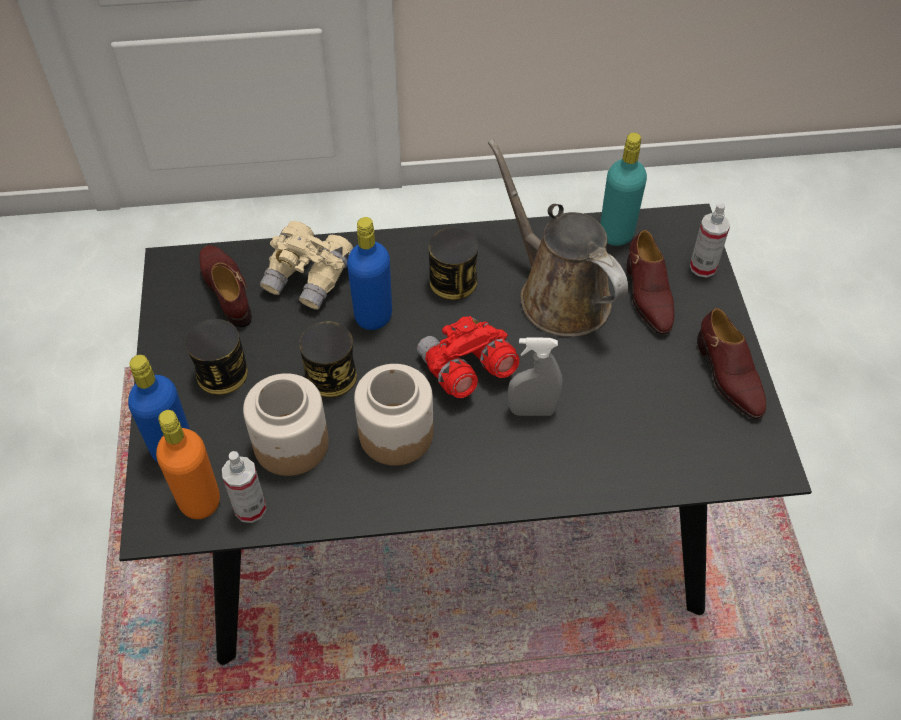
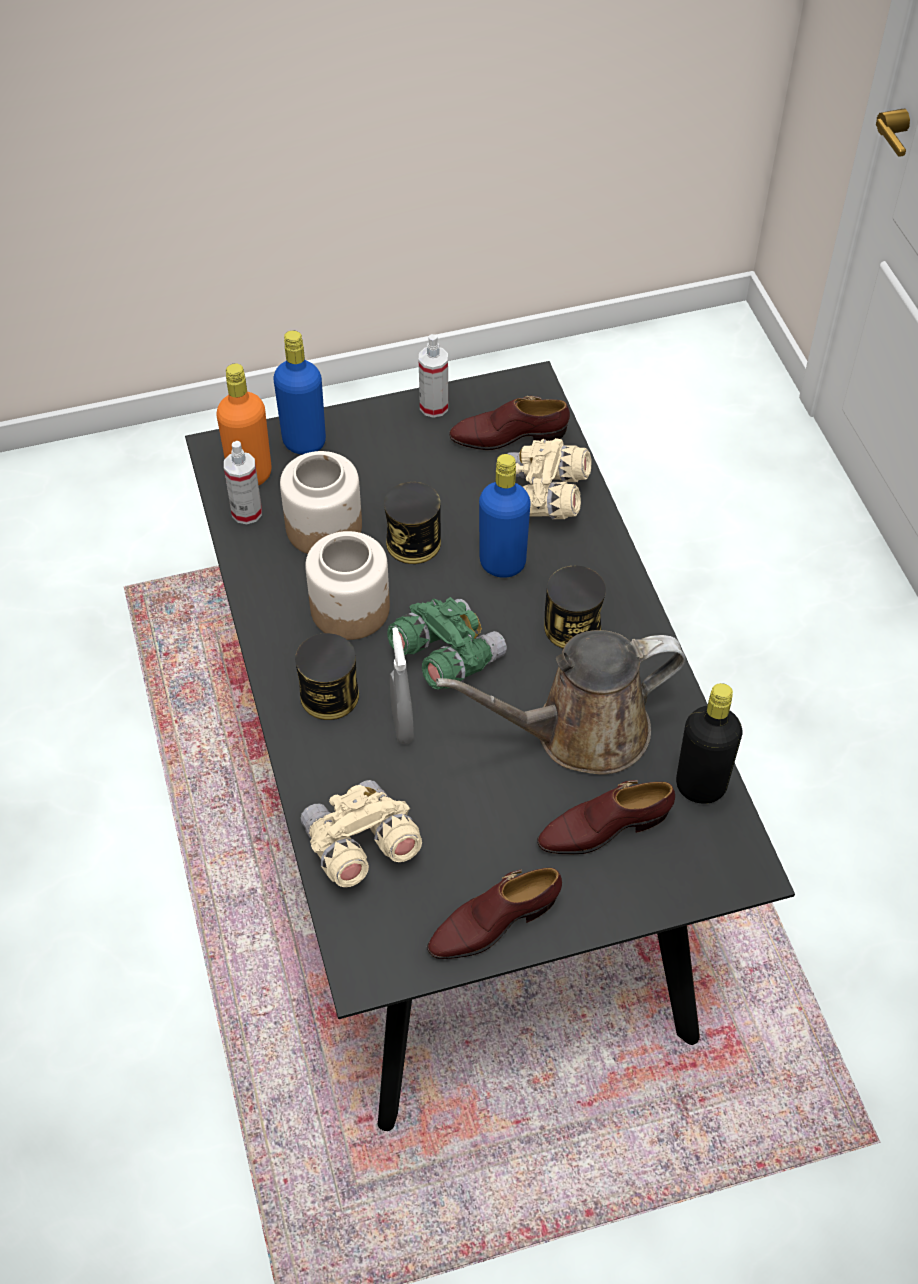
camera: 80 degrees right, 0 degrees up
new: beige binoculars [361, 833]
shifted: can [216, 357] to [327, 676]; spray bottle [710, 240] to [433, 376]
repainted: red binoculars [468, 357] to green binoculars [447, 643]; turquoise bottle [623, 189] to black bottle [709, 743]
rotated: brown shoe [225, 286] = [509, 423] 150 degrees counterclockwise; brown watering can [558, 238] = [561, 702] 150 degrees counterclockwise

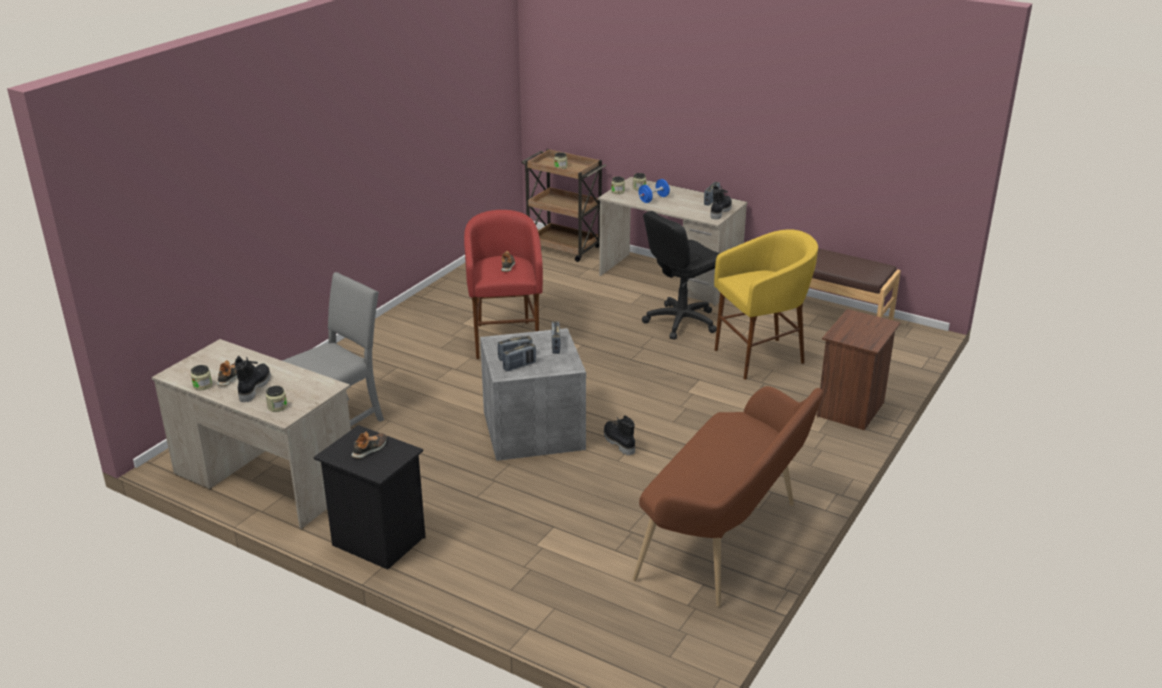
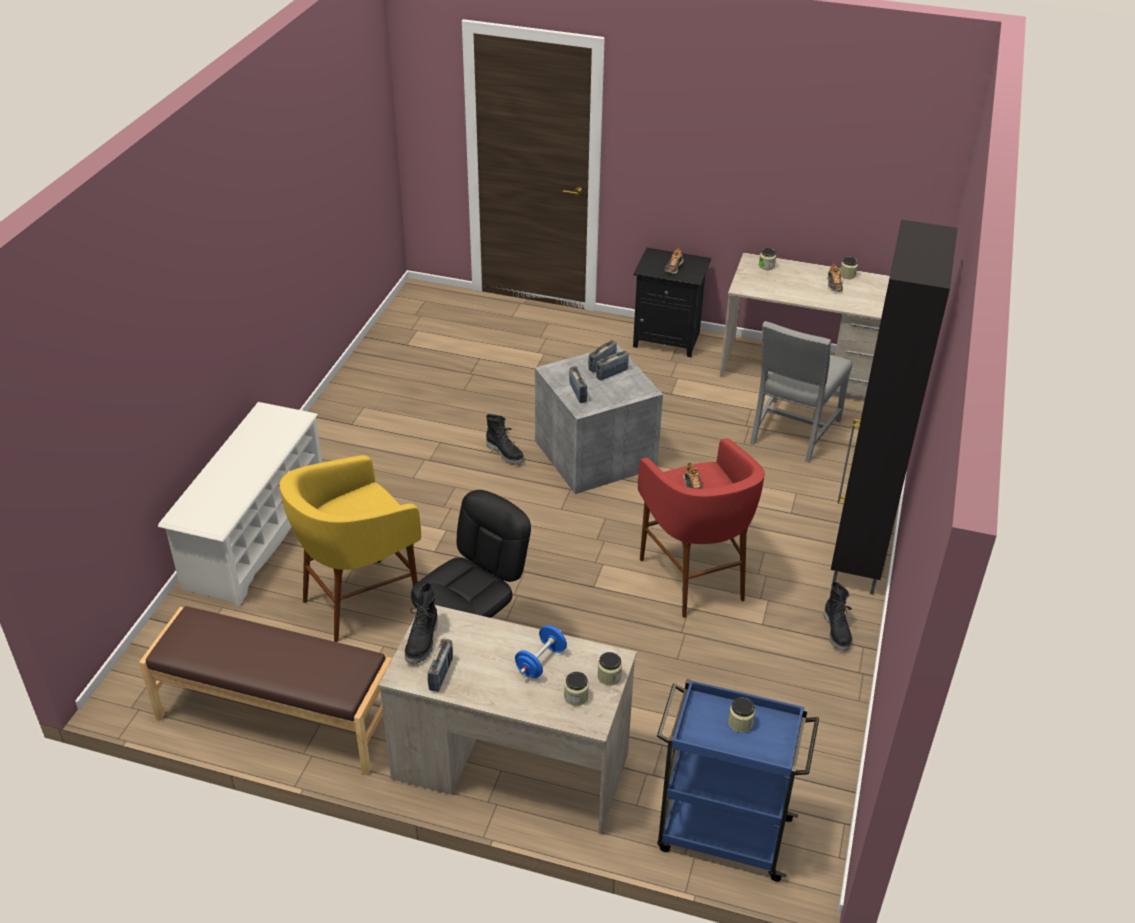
camera: 165 degrees right, 10 degrees up
gone: brown bench [728, 496]
new: black cabinet [894, 407]
shifted: black boot [253, 379] to [838, 616]
swapped: brown nightstand [859, 369] to white shoe rack [240, 504]
repainted: brown cart [564, 205] to blue cart [738, 780]

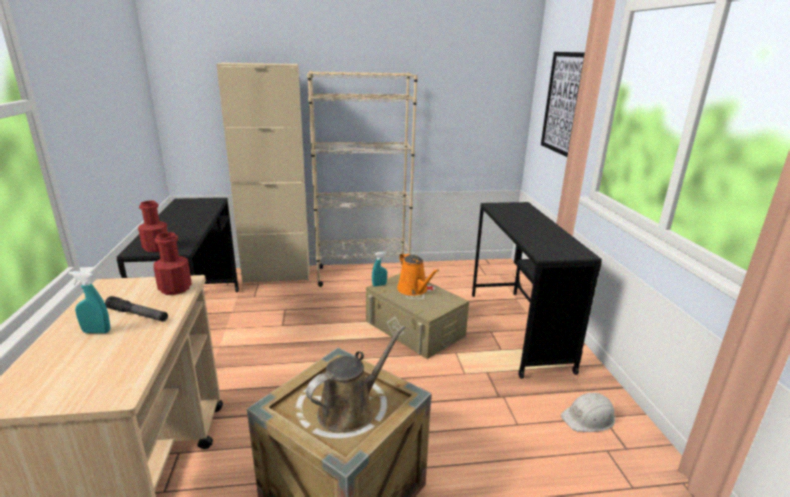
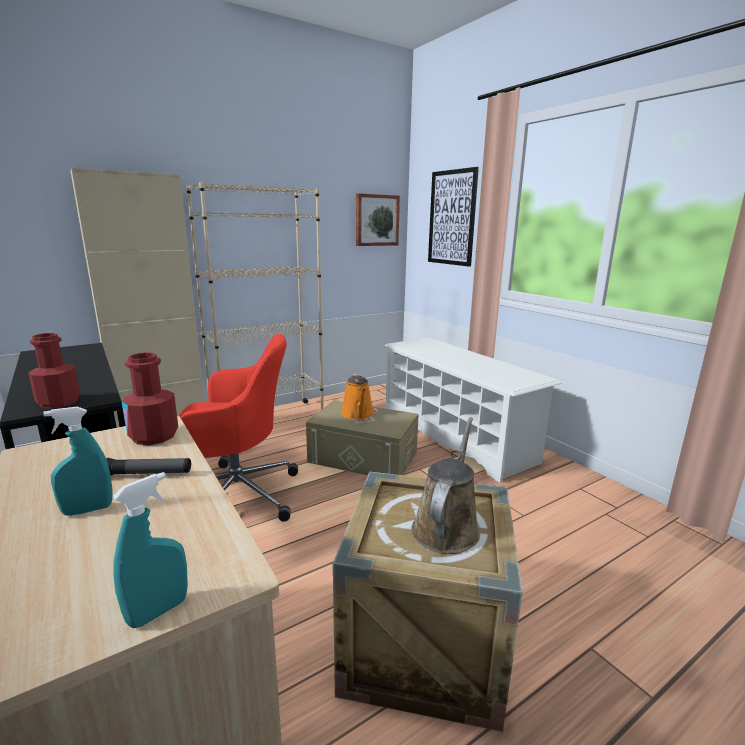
camera: 25 degrees left, 5 degrees down
gone: white hard hat [588, 412]
new: red office chair [238, 427]; picture [378, 219]
shifted: turquoise spray bottle [379, 269] to [150, 550]
swapped: black desk [537, 290] to white shoe rack [473, 410]
rotated: orange watering can [418, 274] = [357, 397] 45 degrees clockwise

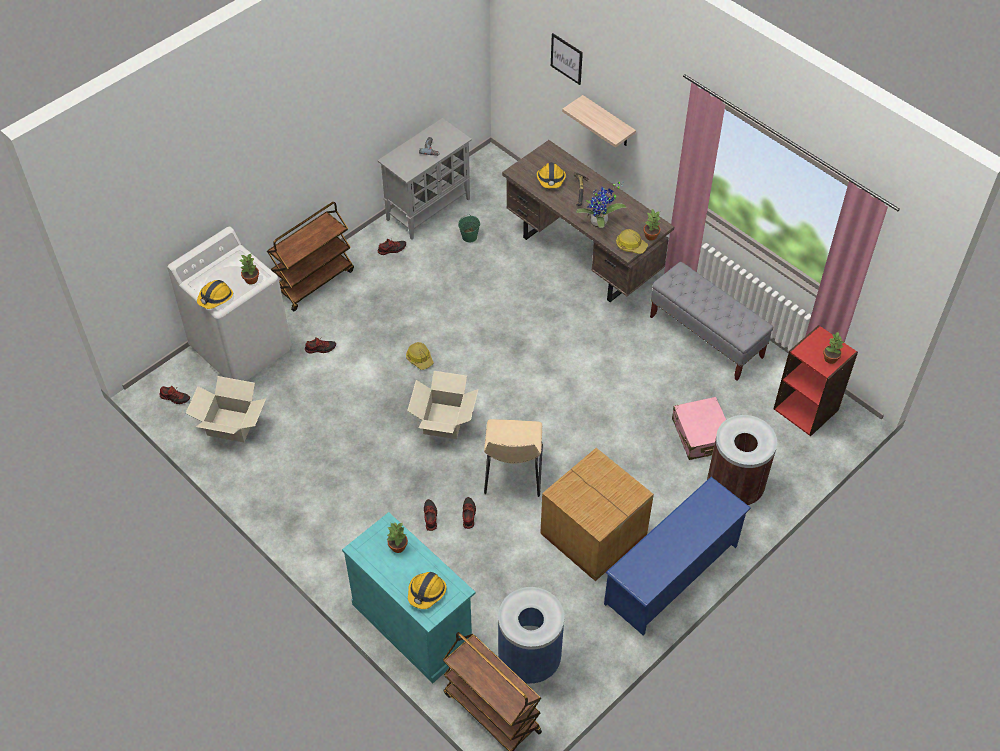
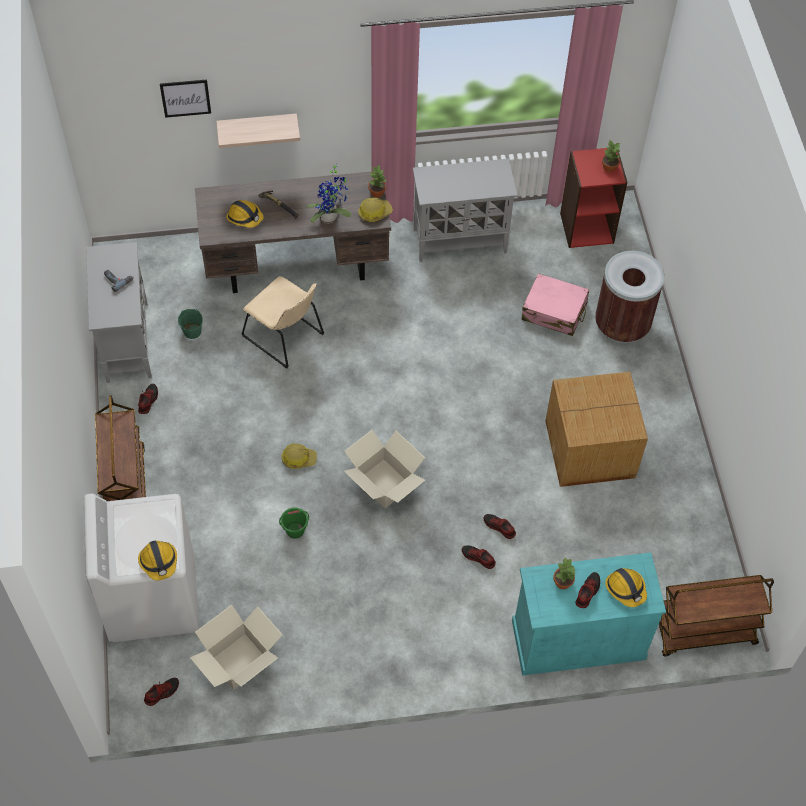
camera: 55 degrees left, 5 degrees up
gone: potted plant [249, 269]; blue trash can [531, 635]; blue shoe rack [677, 556]
new: green bucket [294, 523]
shifted: shoe [320, 345] to [588, 590]; beige chair [513, 458] to [282, 322]
swapped: grey bench [711, 321] to grey cabinet [465, 210]

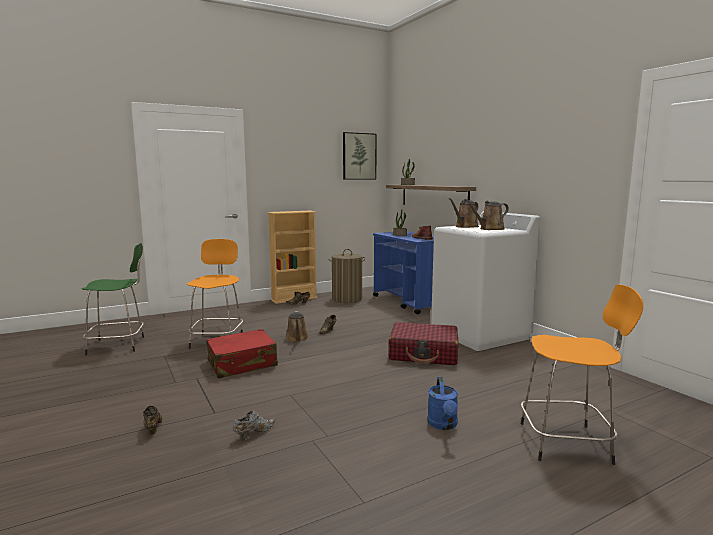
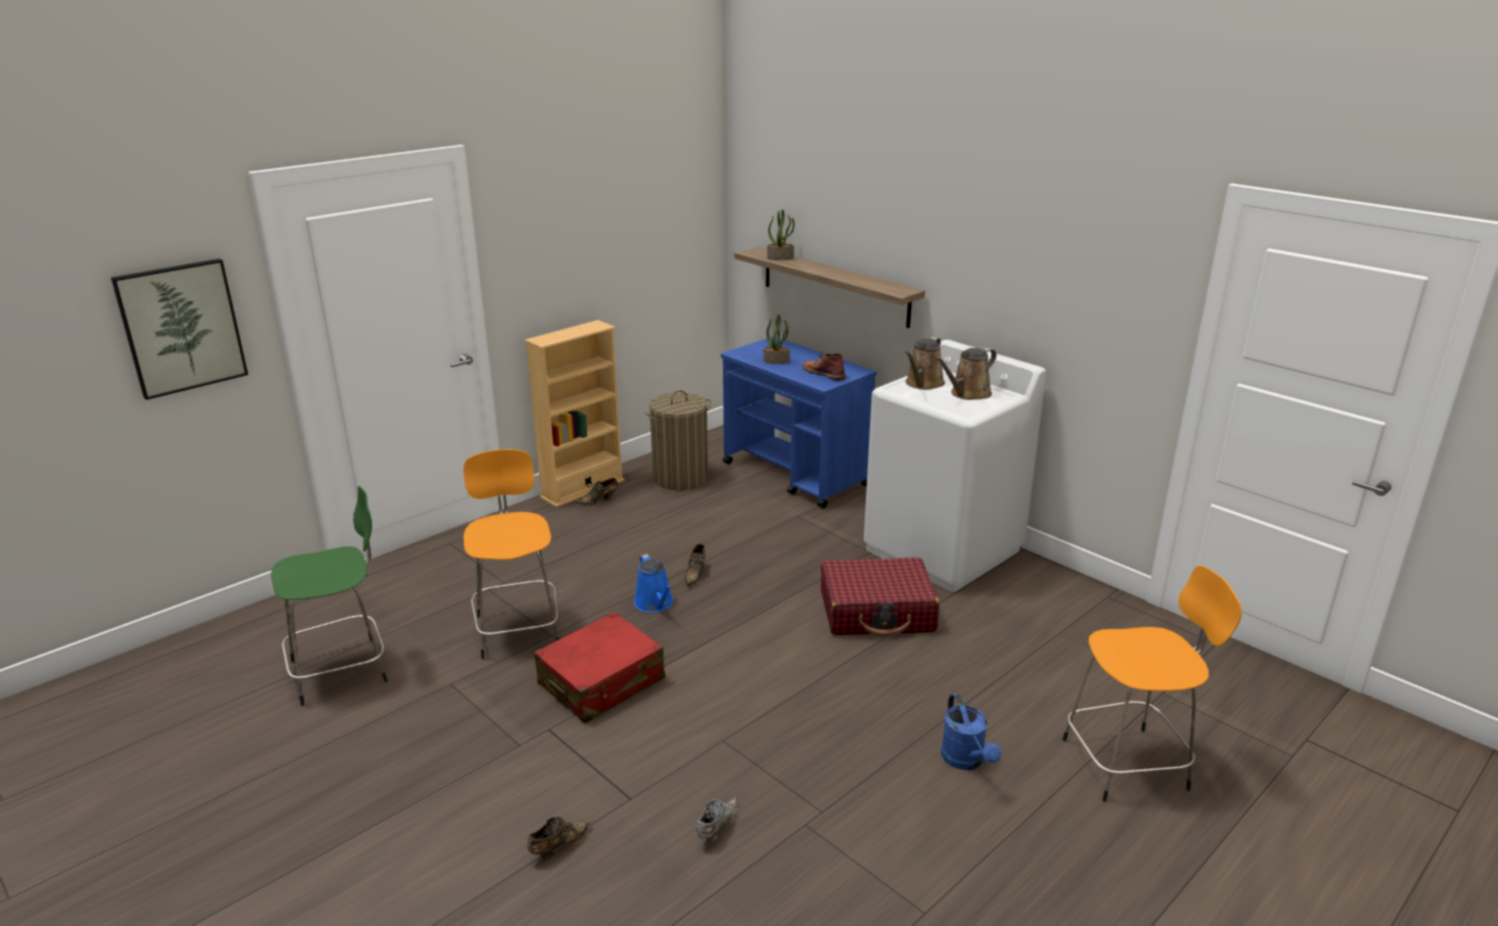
camera: 15 degrees left, 15 degrees up
shifted: picture [360, 156] to [179, 329]
repainted: brown watering can [297, 326] to blue watering can [653, 583]
rotated: brown shoe [153, 420] = [559, 838] 75 degrees clockwise

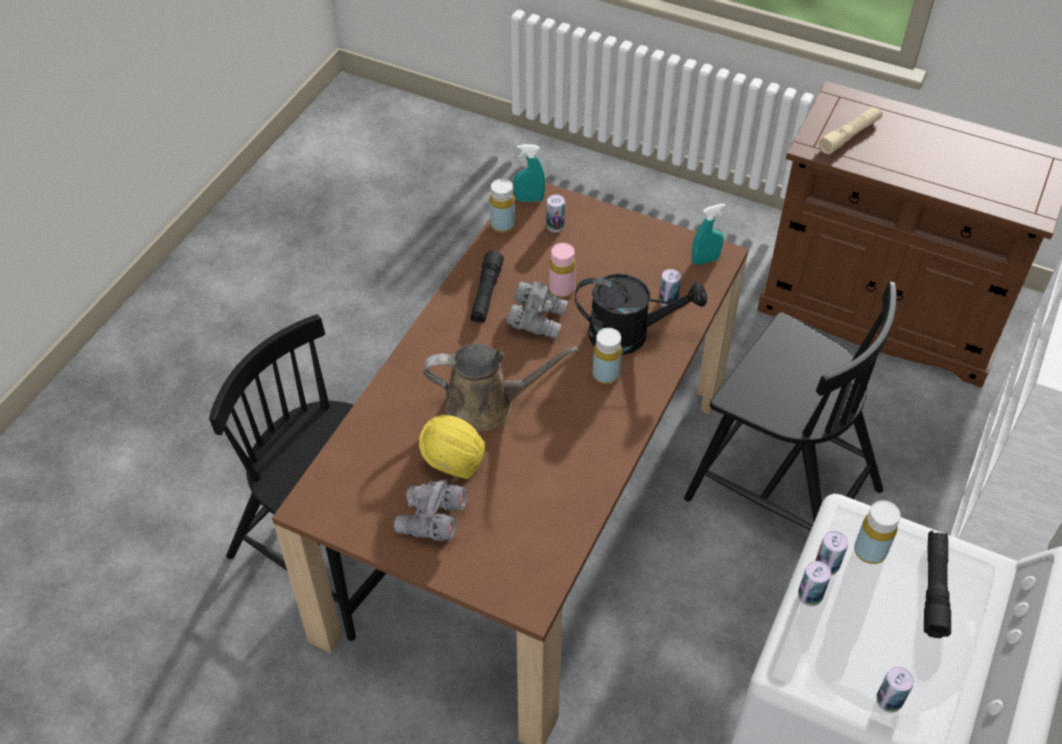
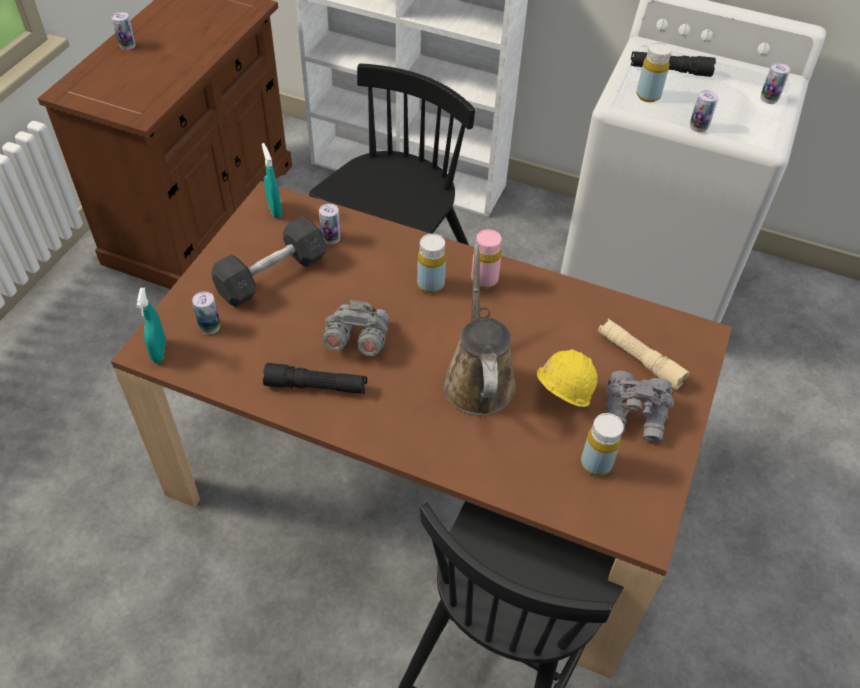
camera: 95 degrees left, 0 degrees up
gone: black watering can [641, 314]
new: grey dumbbell [269, 261]
shifted: yellow bottle [502, 206] to [602, 444]; pink bottle [562, 270] to [486, 259]; can [831, 553] to [124, 31]; beige flashlight [851, 130] to [643, 354]

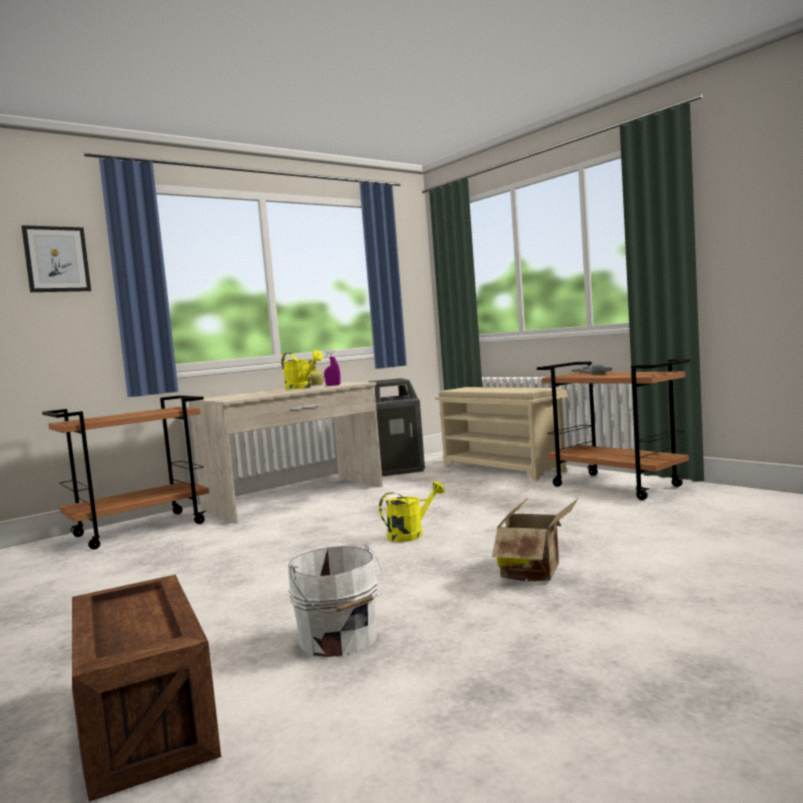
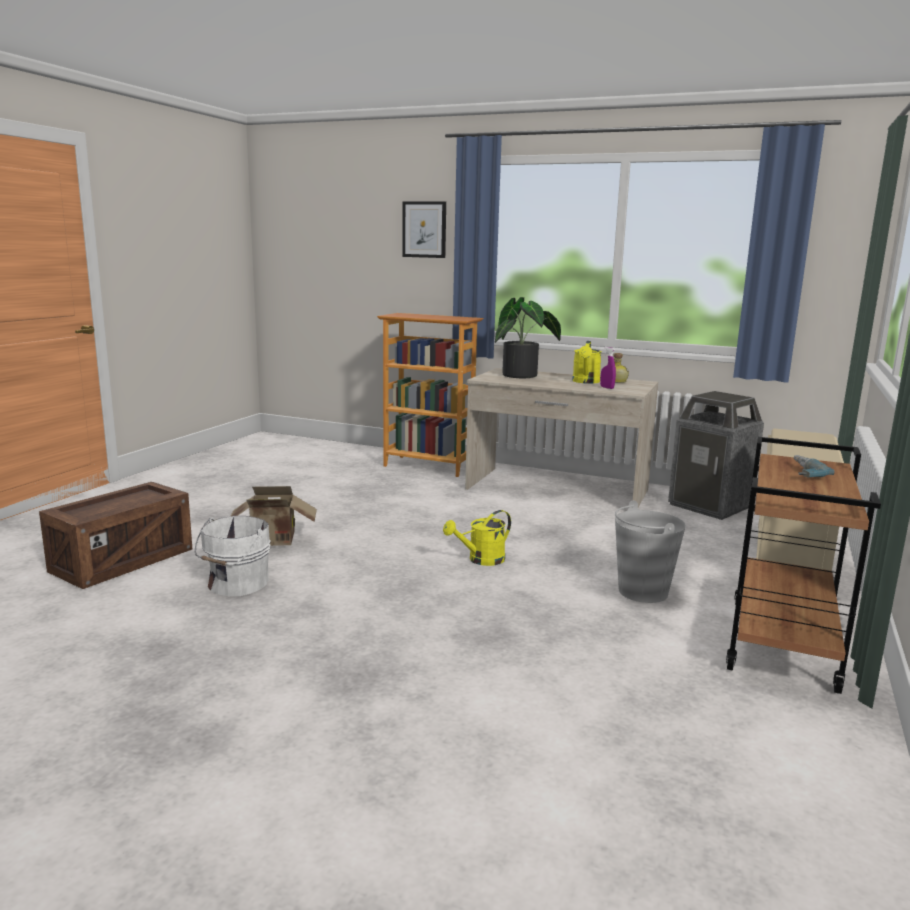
camera: 60 degrees right, 10 degrees up
new: potted plant [528, 337]; grey bucket [650, 551]
shifted: cardboard box [535, 539] to [274, 516]
swapped: brown cart [125, 472] to bookcase [430, 395]
rotated: yellow watering can [412, 511] = [477, 538] 120 degrees clockwise

